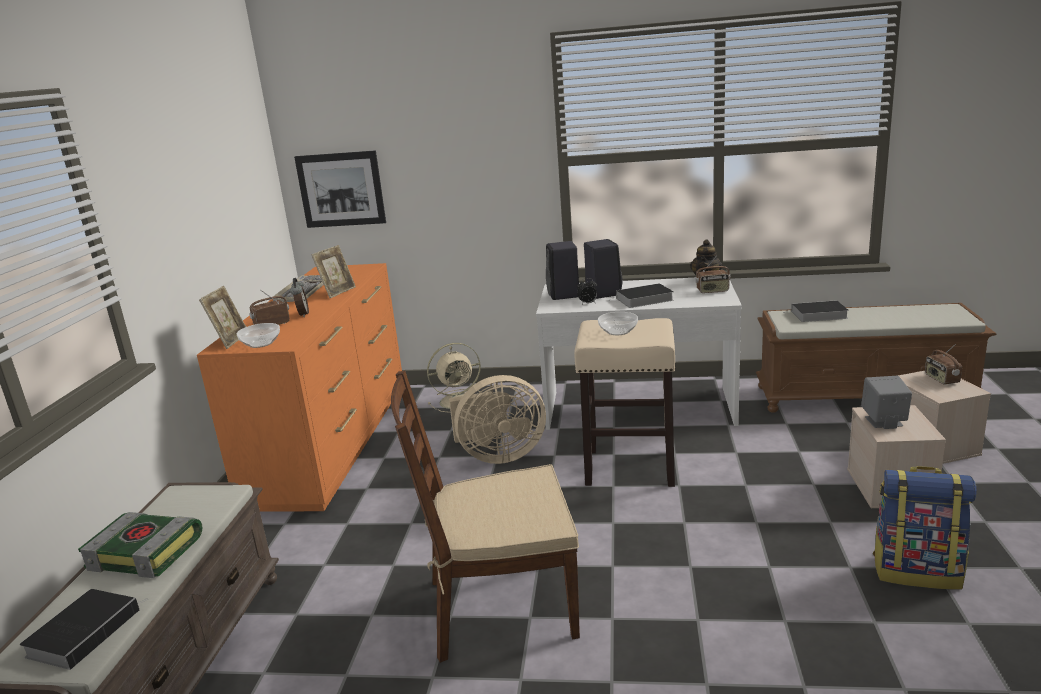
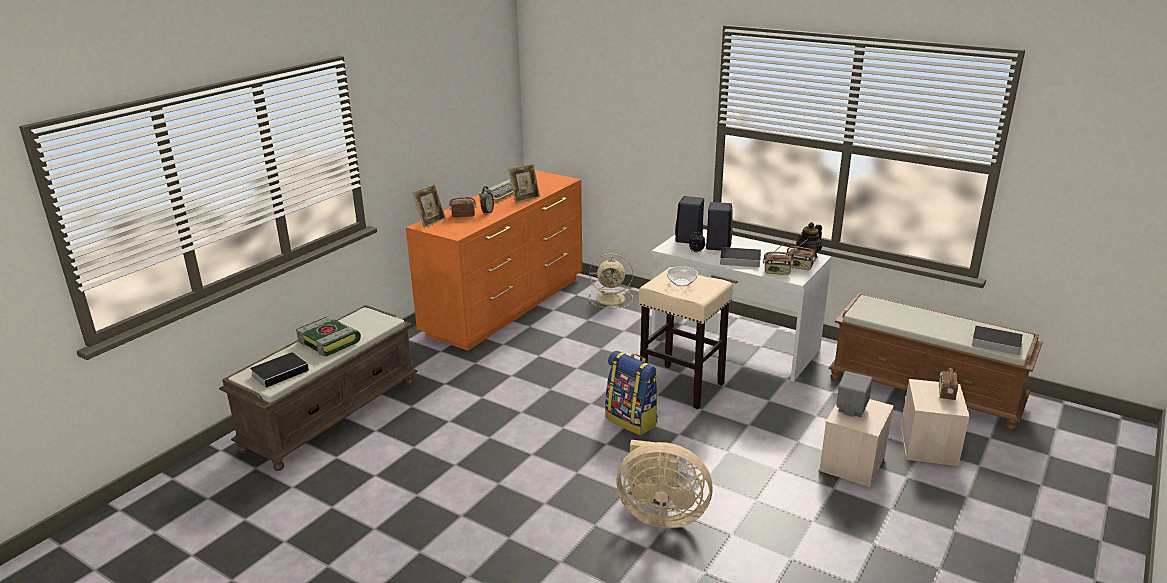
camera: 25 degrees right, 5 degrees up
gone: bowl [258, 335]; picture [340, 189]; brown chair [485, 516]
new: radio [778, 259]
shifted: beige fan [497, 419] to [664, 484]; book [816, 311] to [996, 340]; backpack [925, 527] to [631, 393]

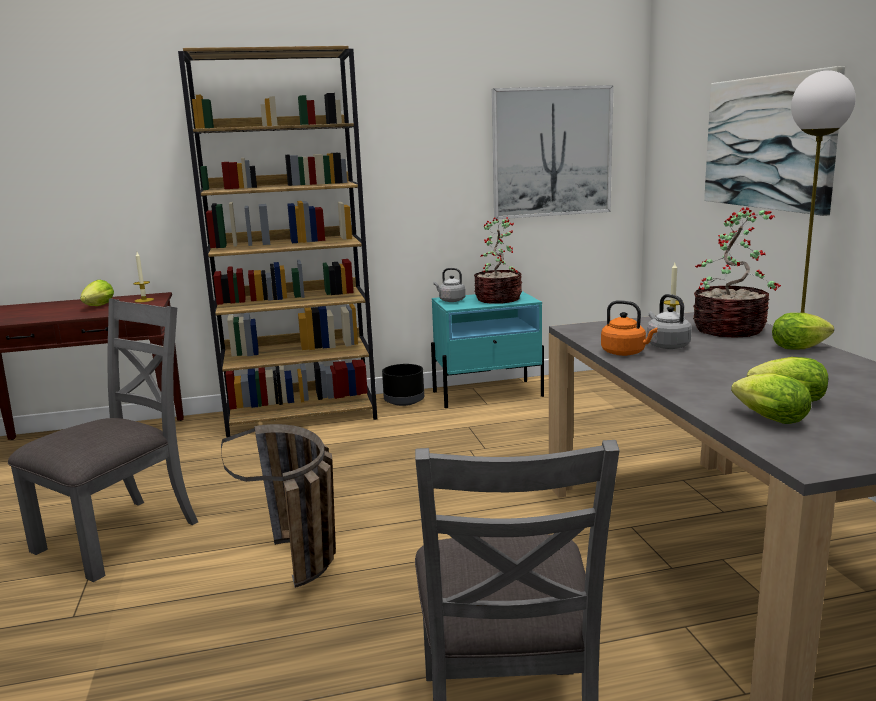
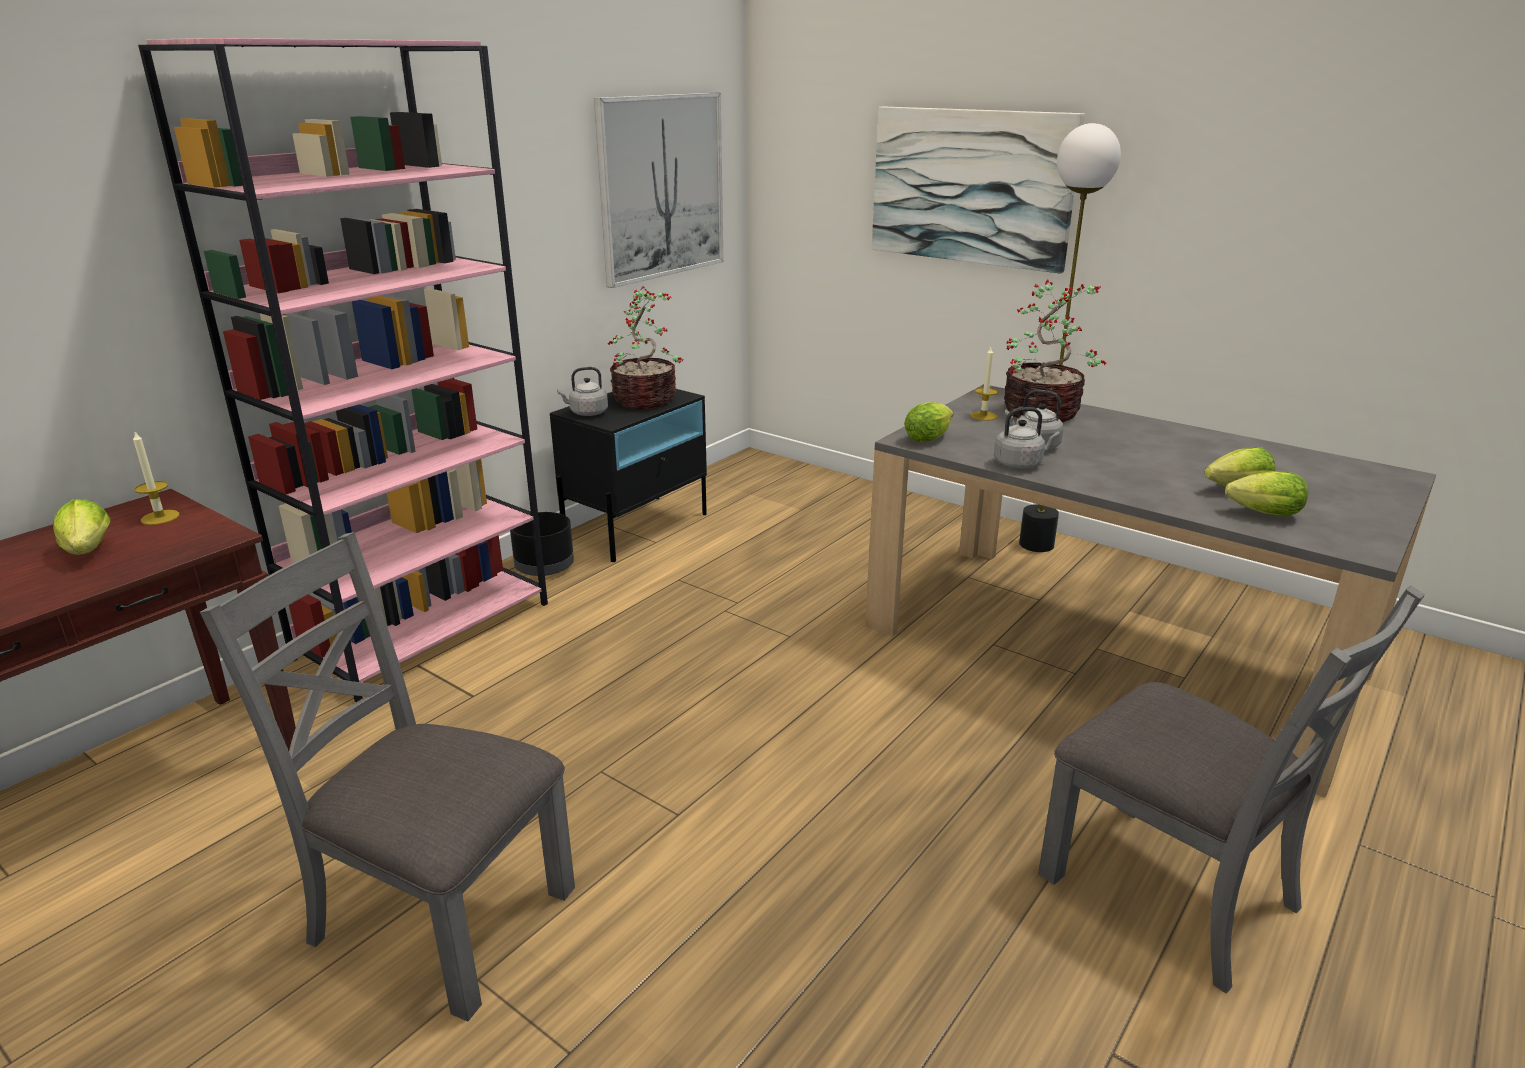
camera: 40 degrees left, 10 degrees up
gone: basket [278, 506]
shifted: lettuce [803, 331] to [928, 422]
repainted: brown bookcase [277, 241] to pink bookcase [343, 370]; turquoise nightstand [487, 349] to black nightstand [628, 475]; orange kettle [629, 328] to grey kettle [1027, 438]
rotated: grey chair [103, 440] = [387, 776] 60 degrees counterclockwise

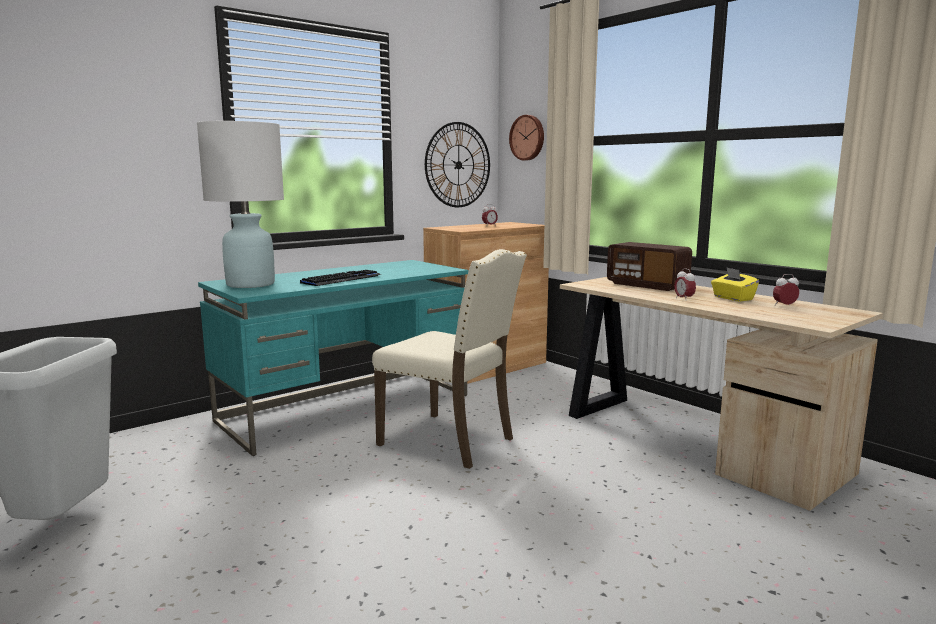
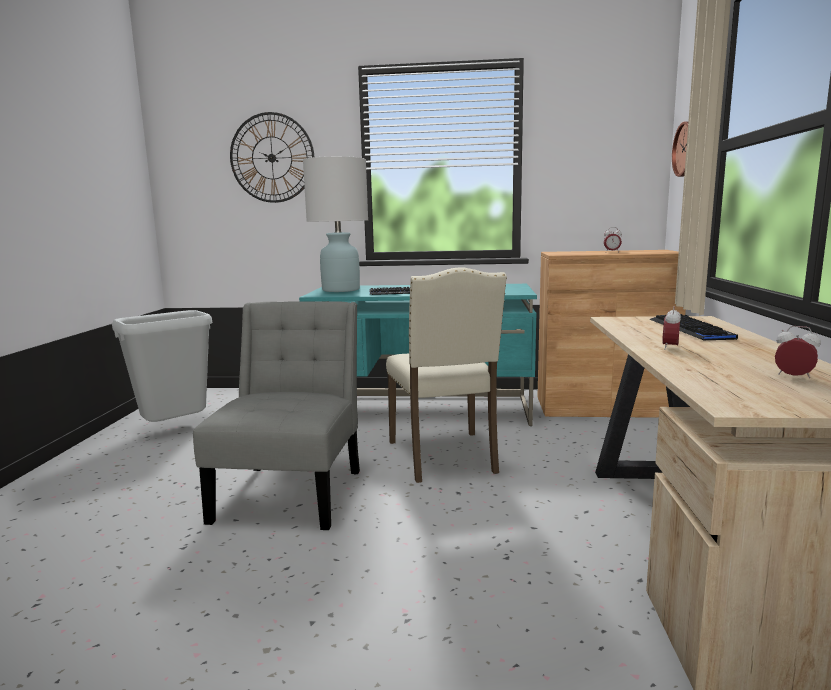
camera: 45 degrees right, 0 degrees up
gone: yellow tissue box [735, 284]
new: grey chair [276, 415]
shifted: wall clock [457, 164] to [272, 157]
swapped: radio [649, 266] to keyboard [693, 327]

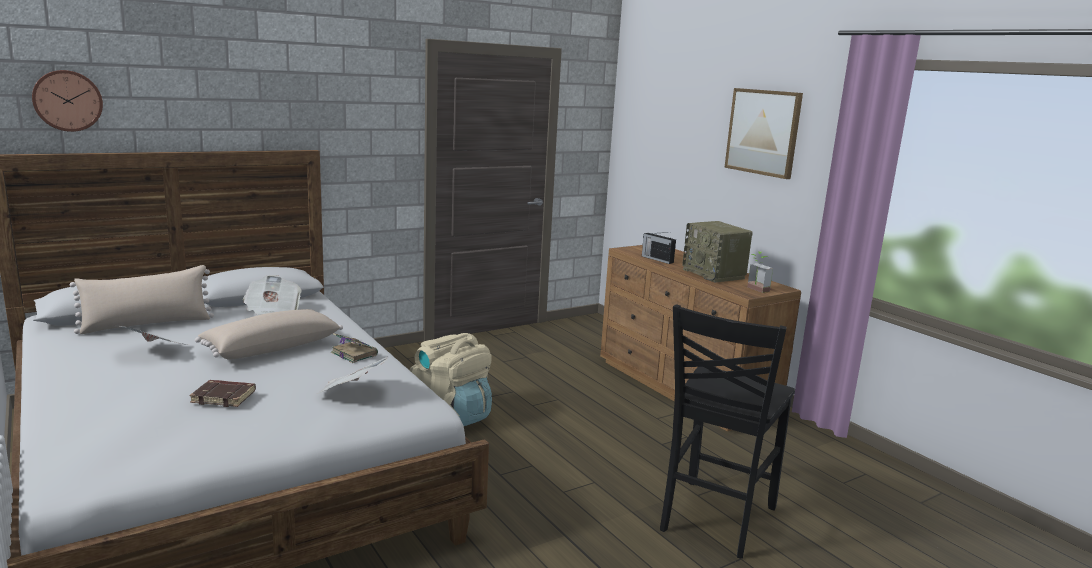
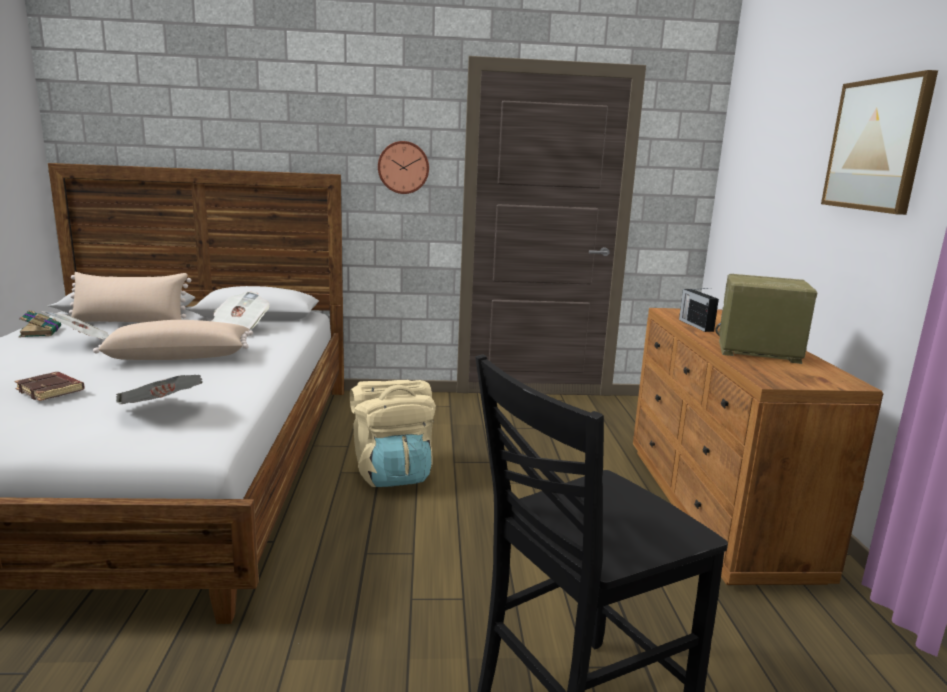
camera: 30 degrees right, 0 degrees up
gone: potted plant [760, 272]
shifted: wall clock [67, 101] to [403, 167]; book [354, 348] to [40, 323]
rotated: radio [717, 252] = [766, 319] 105 degrees clockwise

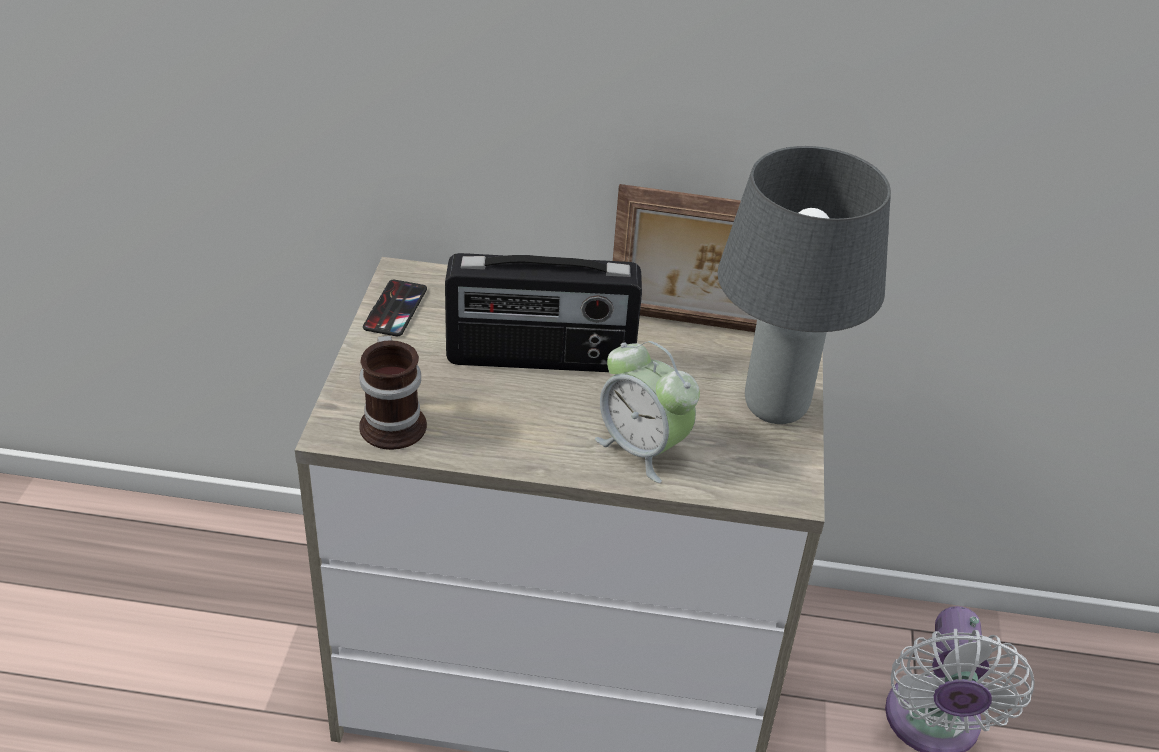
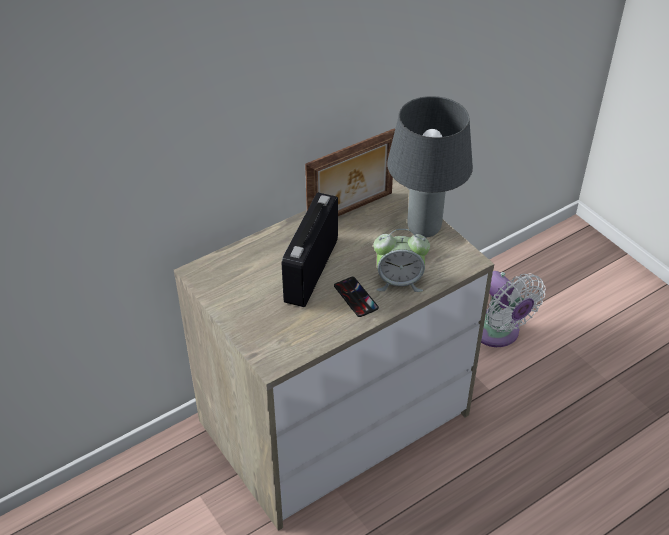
camera: 40 degrees left, 5 degrees up
gone: mug [393, 393]
shifted: phone [395, 308] to [356, 297]
rotated: radio [543, 312] = [310, 250] 150 degrees clockwise

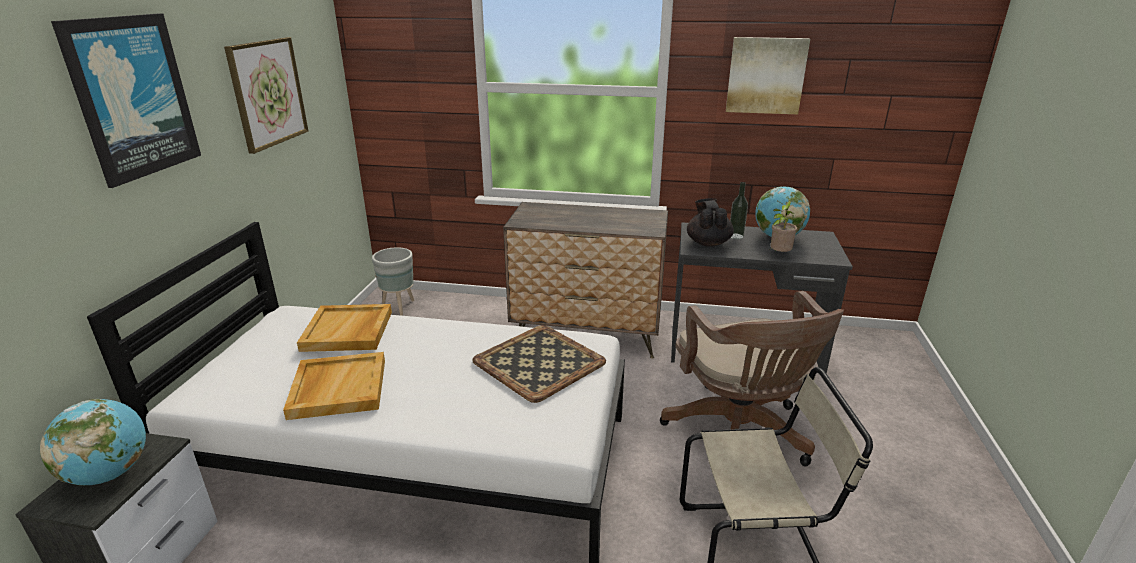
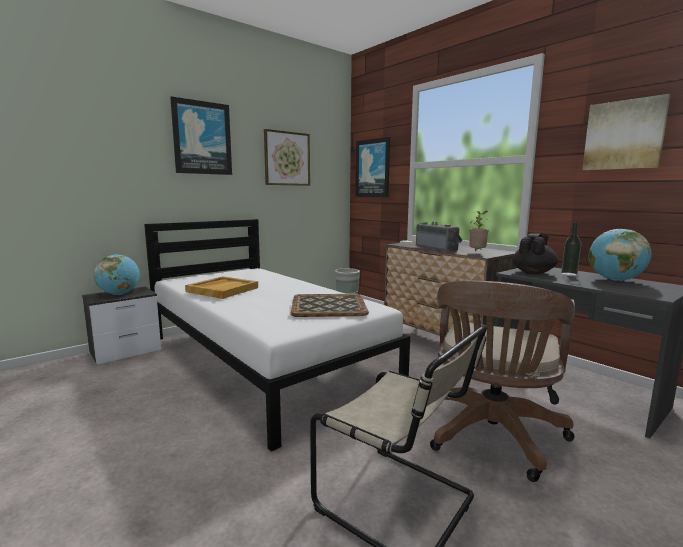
camera: 40 degrees right, 15 degrees down
gone: beige tray [344, 328]
new: picture [372, 167]; radio [439, 237]
shifted: potted plant [783, 226] to [479, 231]

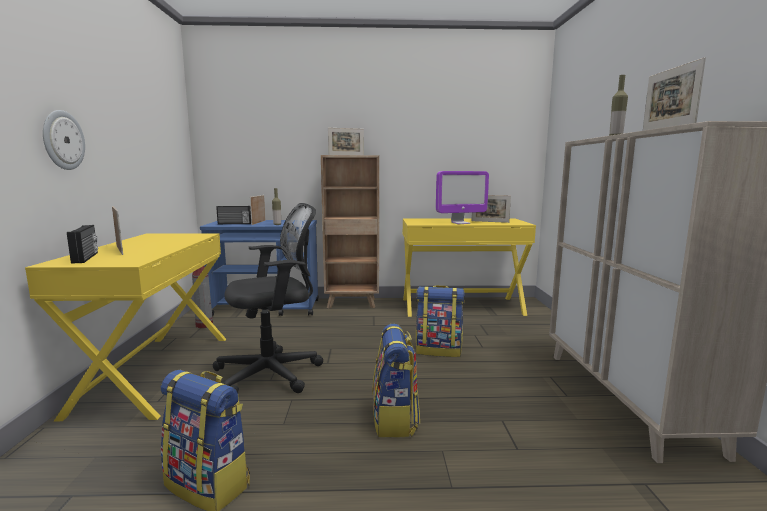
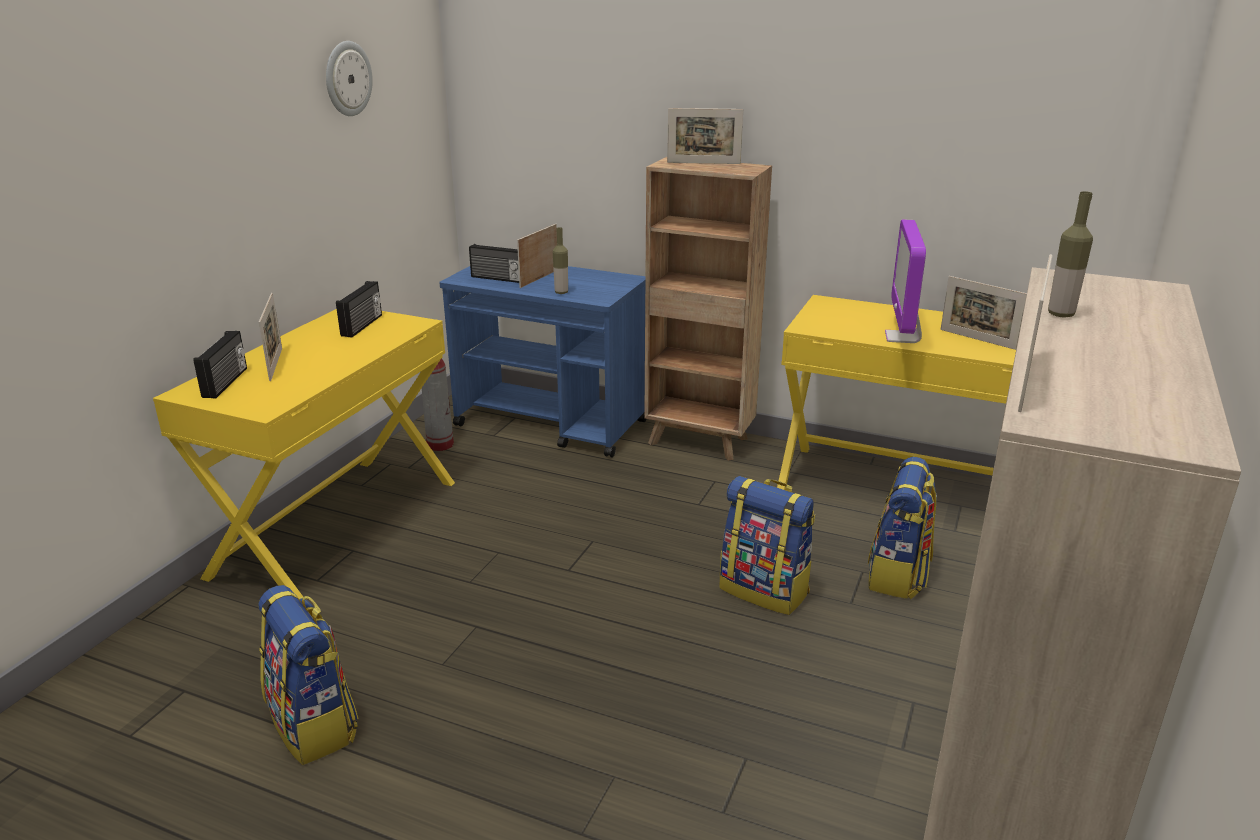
camera: 25 degrees right, 15 degrees up
gone: black office chair [268, 298]
new: radio [359, 309]
shifted: wall clock [64, 140] to [349, 78]; backpack [396, 381] to [902, 528]
rotated: monitor [462, 197] = [905, 281] 90 degrees clockwise

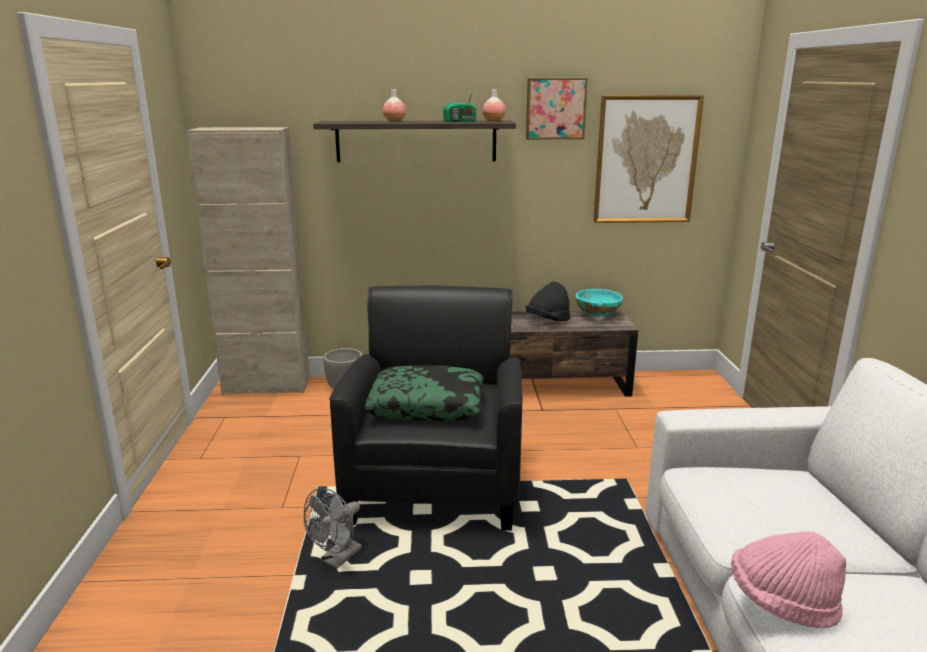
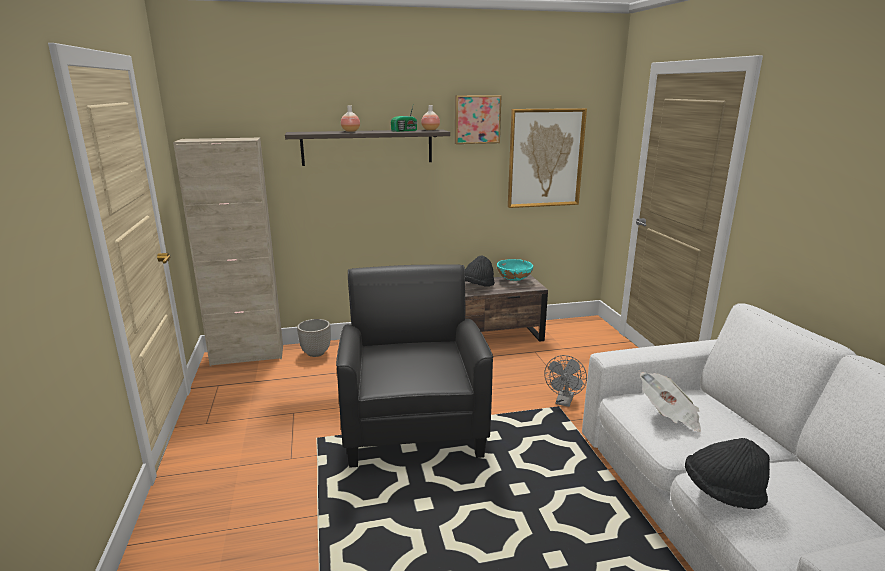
camera: 10 degrees left, 0 degrees up
gone: pillow [424, 393]
new: newspaper [670, 402]
shifted: grey fan [333, 528] to [565, 381]
repainted: pink hat [788, 579] to black hat [727, 473]

